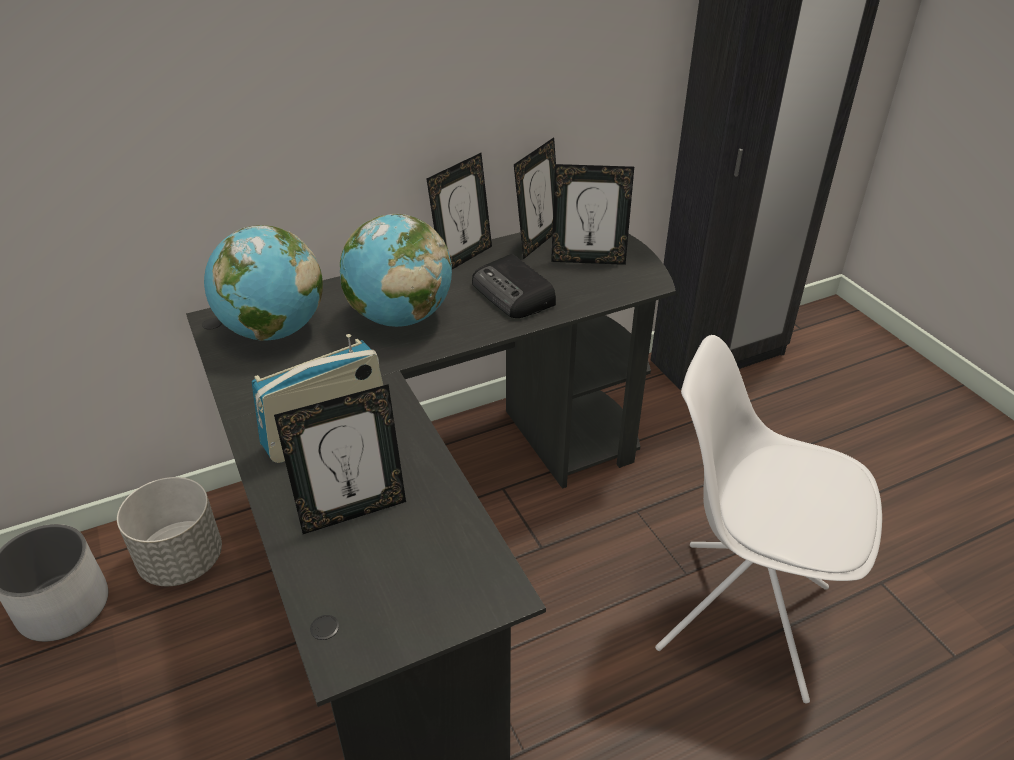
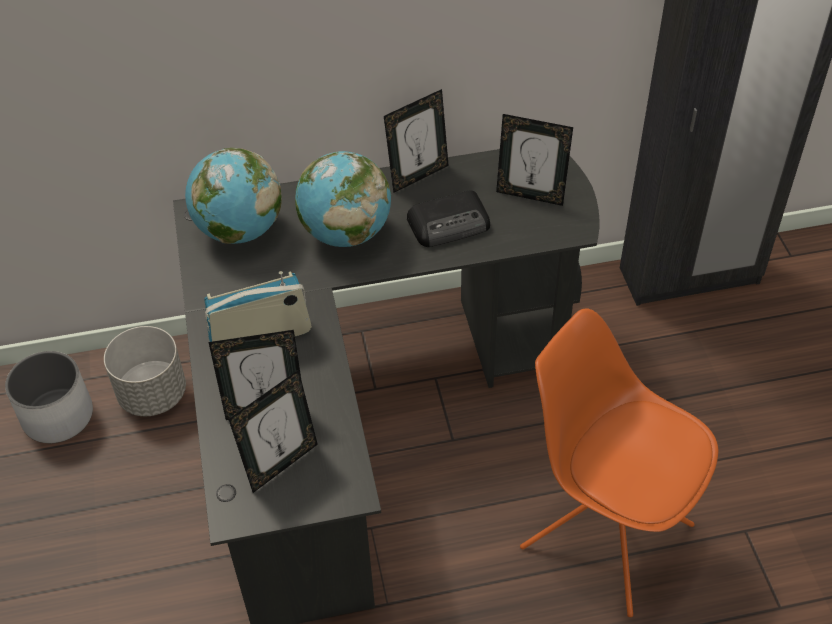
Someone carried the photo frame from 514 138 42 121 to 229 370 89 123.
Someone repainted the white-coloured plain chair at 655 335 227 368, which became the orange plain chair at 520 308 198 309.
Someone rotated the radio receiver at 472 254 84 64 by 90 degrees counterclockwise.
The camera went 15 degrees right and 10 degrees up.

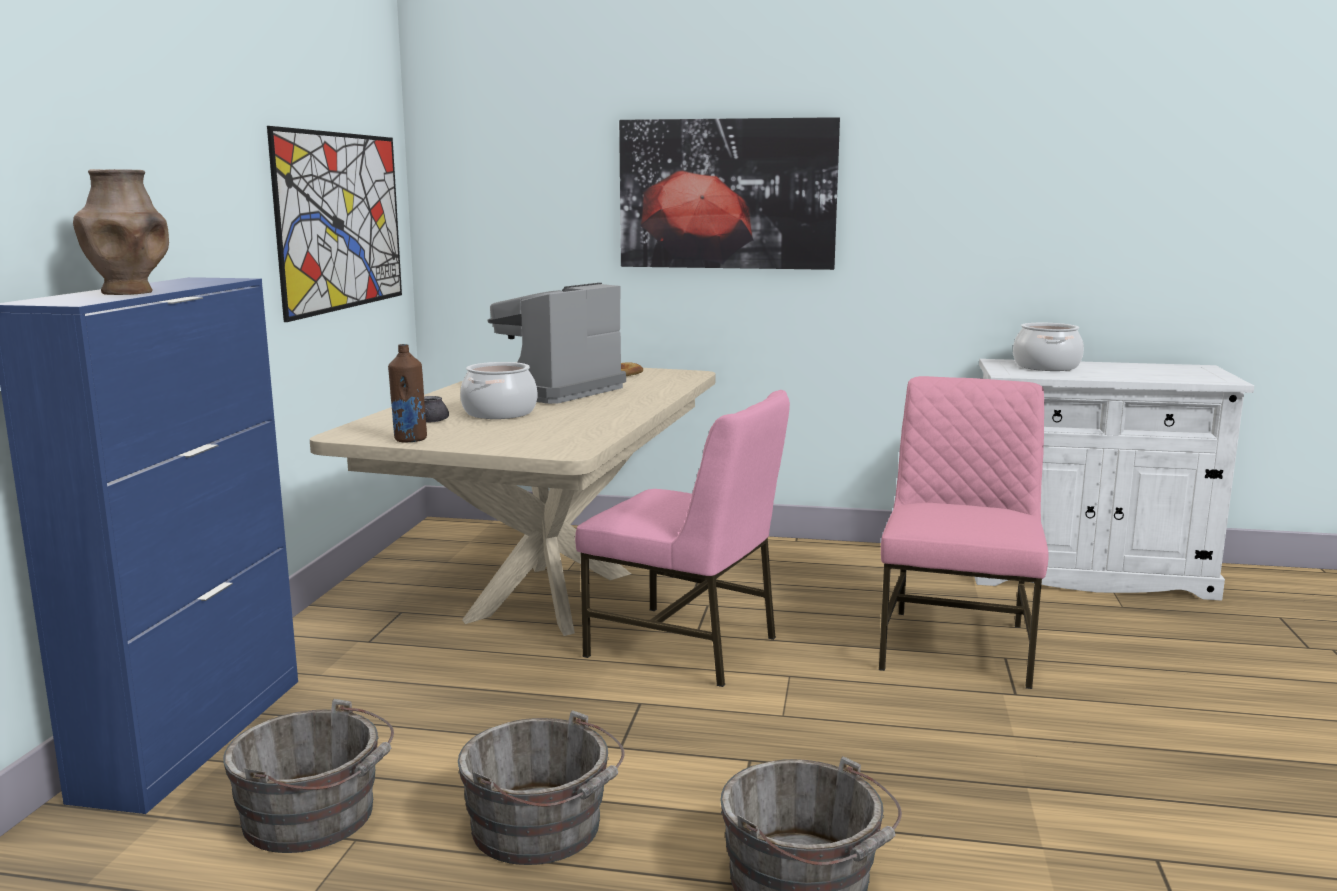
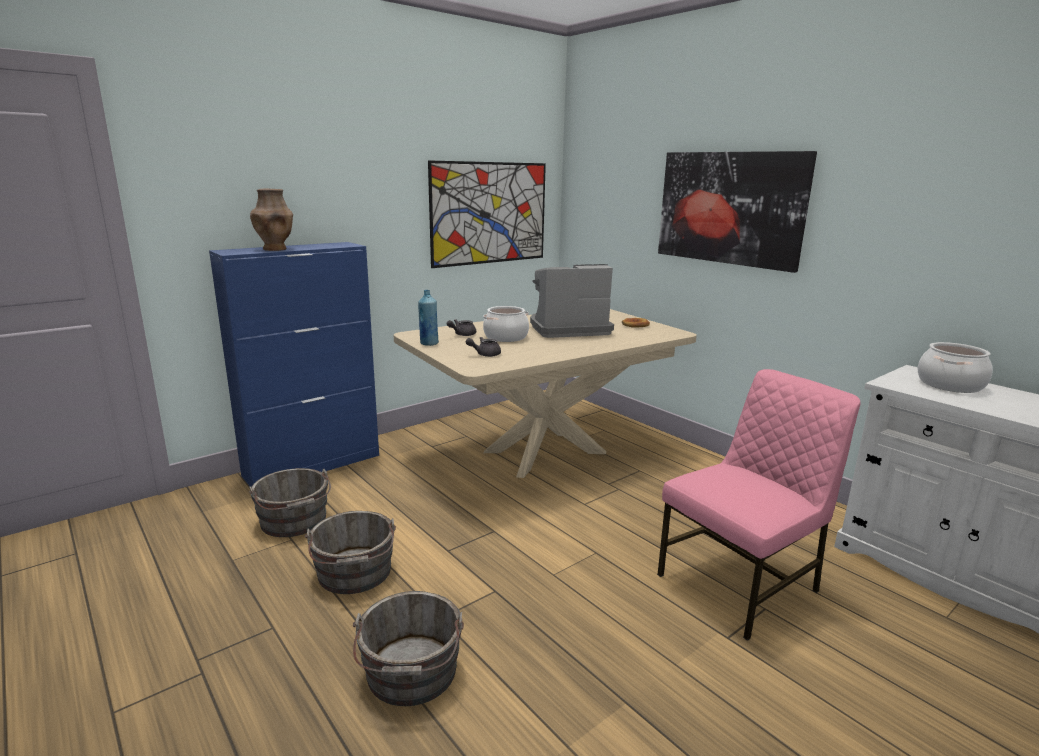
Someone took away the pink plain chair at 575 390 215 297.
Someone put down the gray pot for tea at 466 337 35 20.
Someone repainted the brown drink bottle at 388 344 39 99, which became the blue-coloured drink bottle at 418 290 21 56.
The camera went 40 degrees right and 5 degrees up.

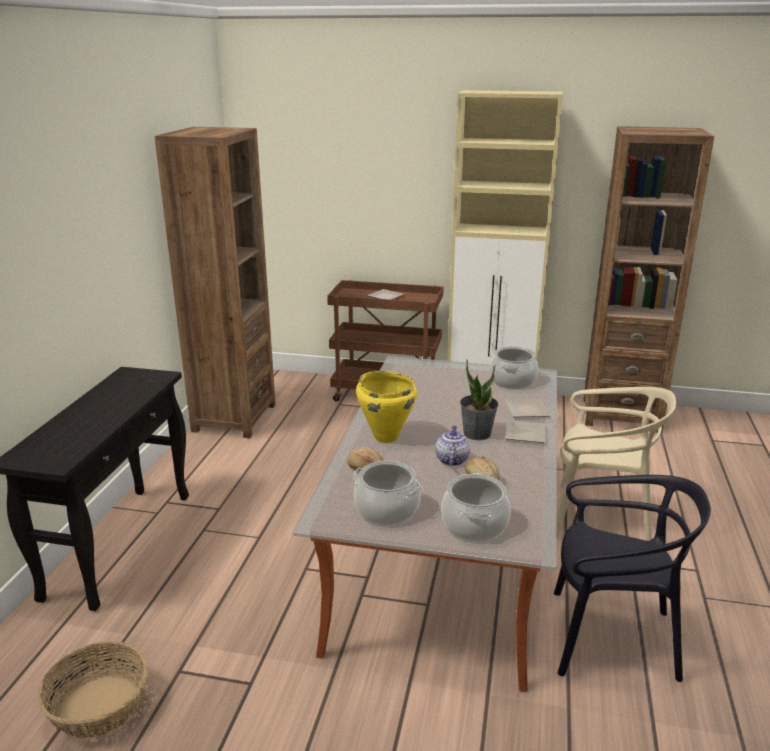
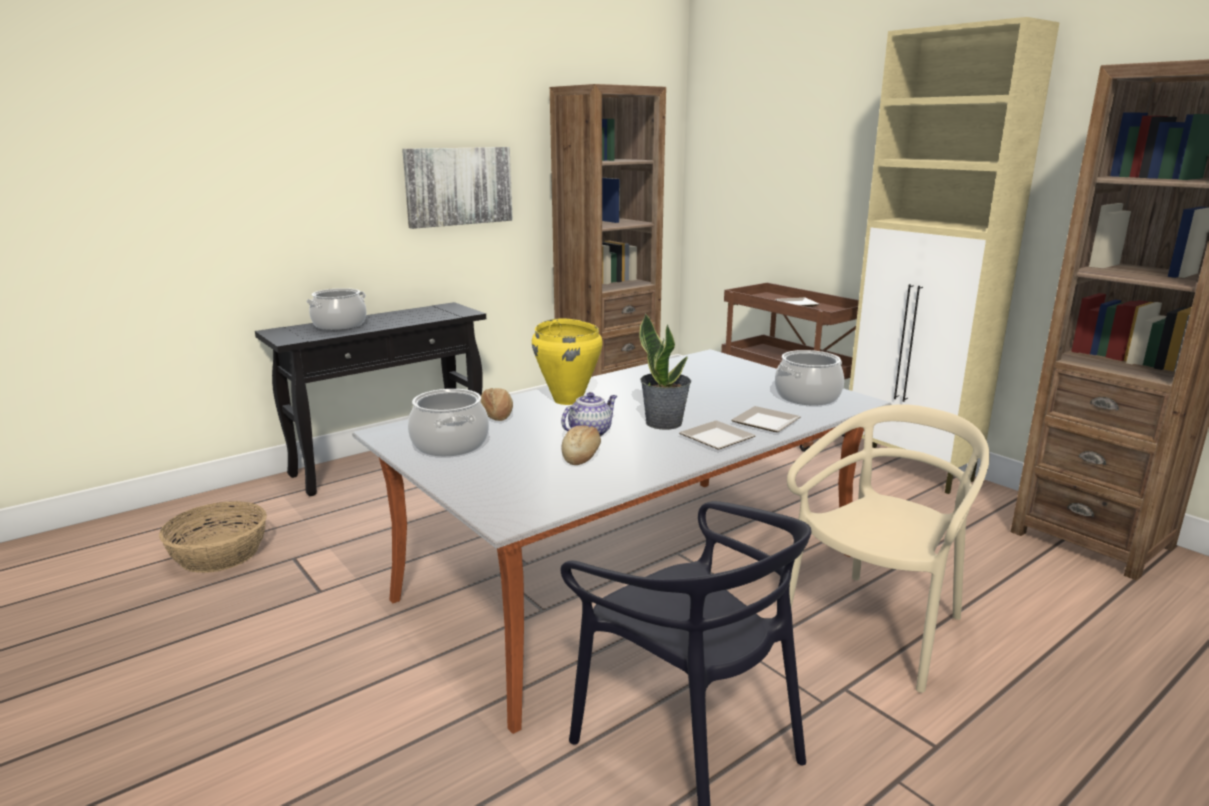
Someone put up the picture at 402 147 111 82.
Someone carried the cooking pot from 441 473 70 68 to 306 288 60 42.
Someone rotated the beige-coloured plain chair at 557 387 119 154 by 105 degrees counterclockwise.
The camera went 40 degrees right and 5 degrees down.

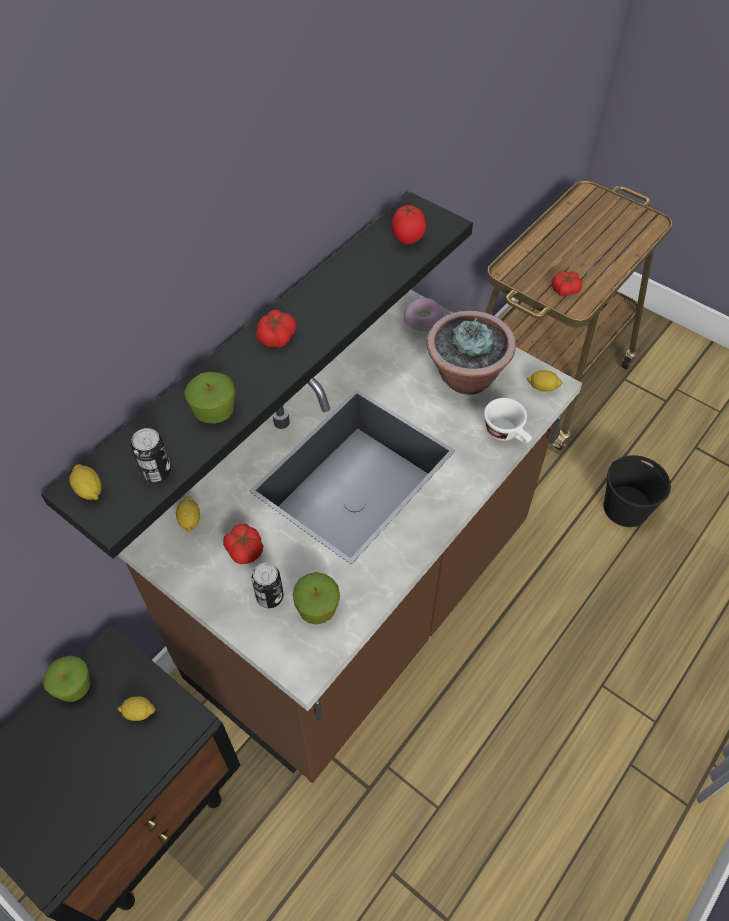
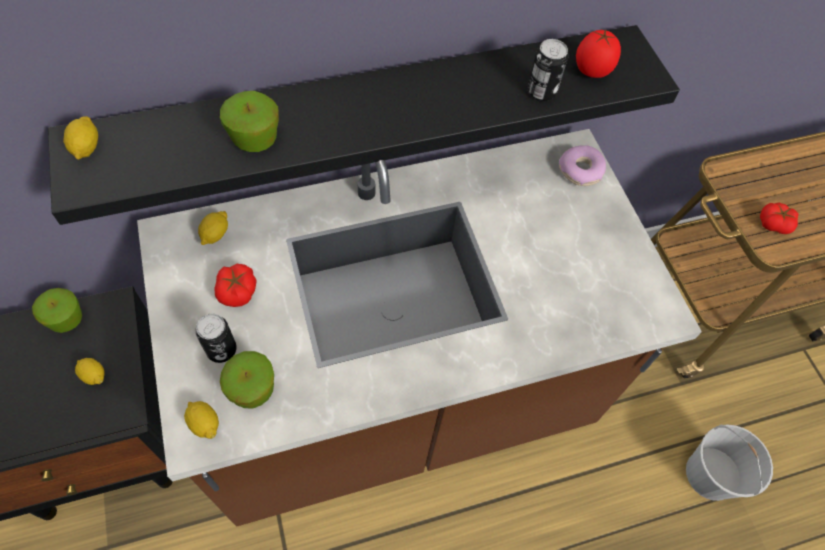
Someone took away the tomato at 256 309 41 39.
Someone took away the houseplant at 427 311 89 84.
Someone took away the white-coloured small cup at 484 398 48 45.
Someone carried the metal can from 131 428 40 54 to 527 39 41 62.
Someone carried the whole lemon from 527 370 36 22 to 184 401 35 38.
Someone repainted the blackish bucket at 604 455 67 72, which became the white-coloured bucket at 686 424 87 77.
The camera went 30 degrees right and 5 degrees up.

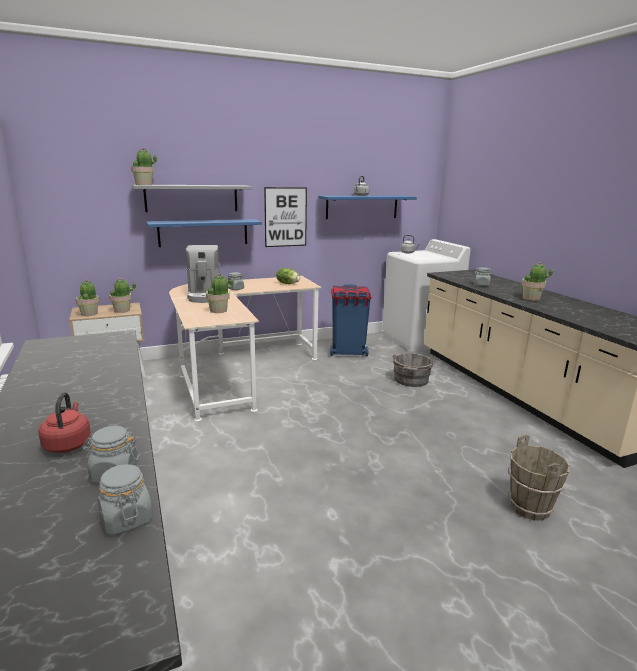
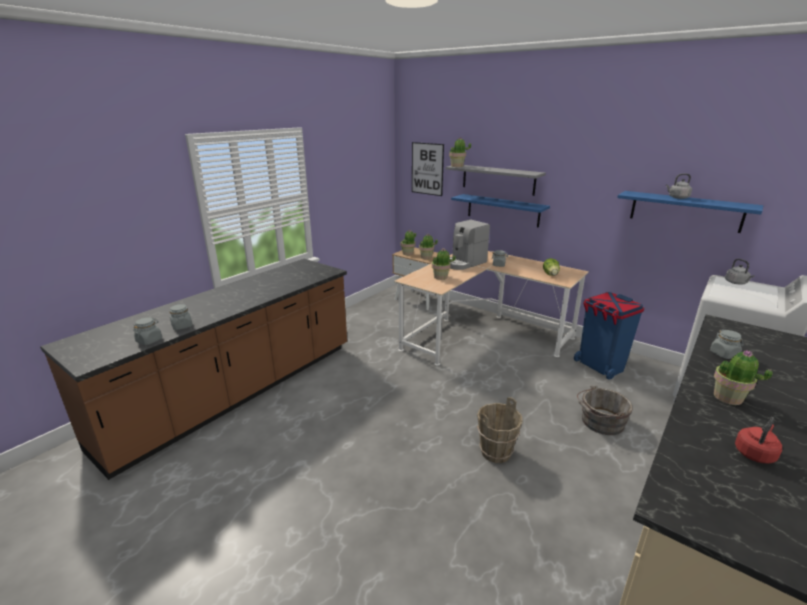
Someone carried the red tea kettle from 38 392 53 61 to 735 417 47 46.
Someone carried the picture from 264 187 43 60 to 412 142 32 54.
Someone carried the brown bucket from 509 434 61 86 to 477 397 46 66.
The camera went 60 degrees right and 5 degrees up.

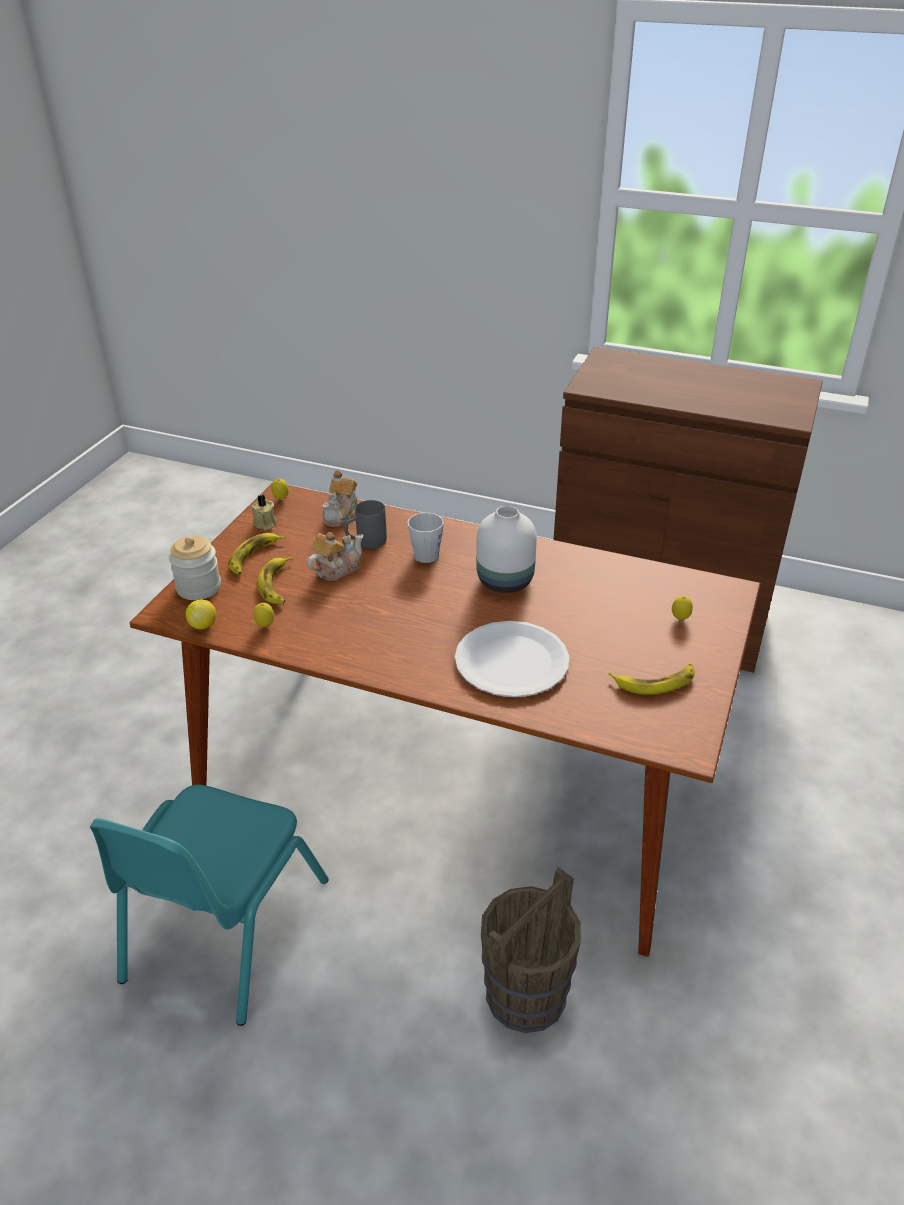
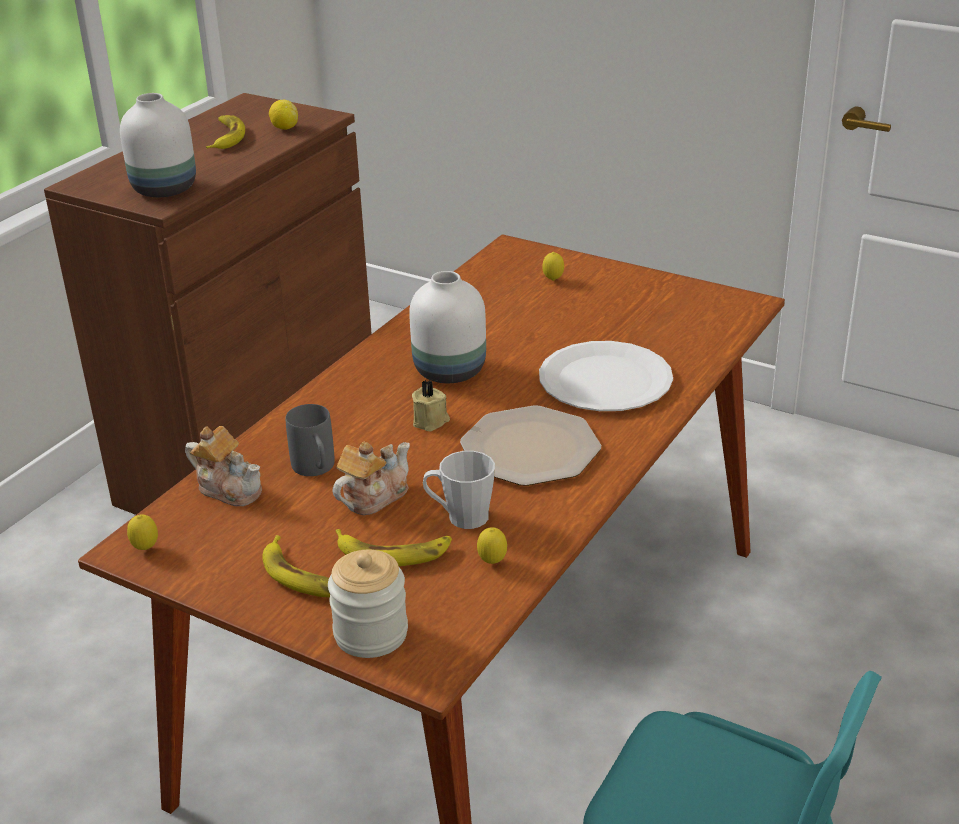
Someone took away the brown bucket at 481 867 100 166.
Someone put down the white-coloured decorative vase at 120 93 76 104.
Someone put down the dinner plate at 460 405 141 81.
Someone carried the whole lemon from 186 599 30 31 to 269 100 29 30.
Someone carried the beige-coloured candle from 252 495 25 35 to 412 380 38 51.
Someone carried the gray tea mug from 408 513 36 50 to 423 451 72 78.
Someone carried the banana fruit from 608 663 87 32 to 206 115 39 34.
Someone rotated the pot for tea at 307 532 56 49 by 75 degrees clockwise.
The camera went 80 degrees left and 5 degrees down.

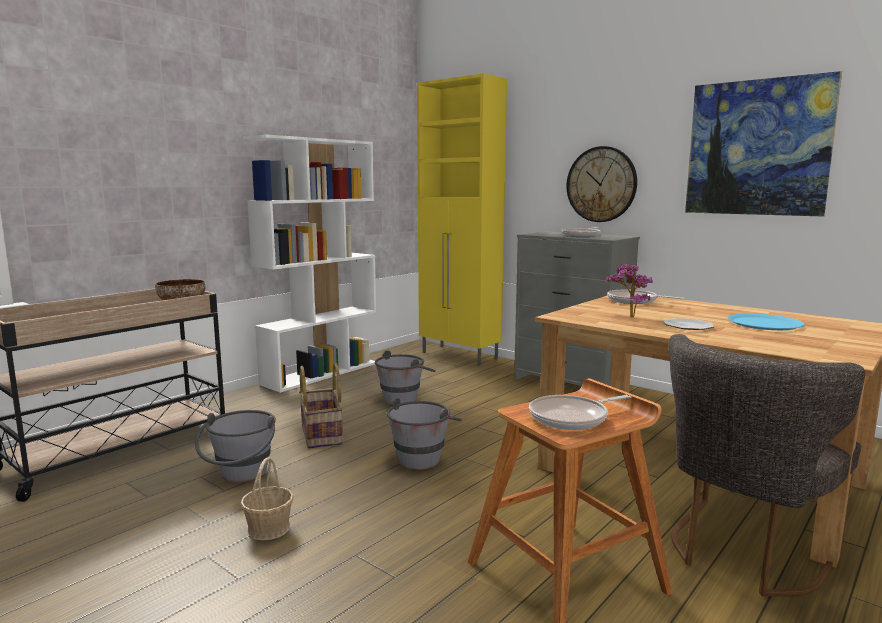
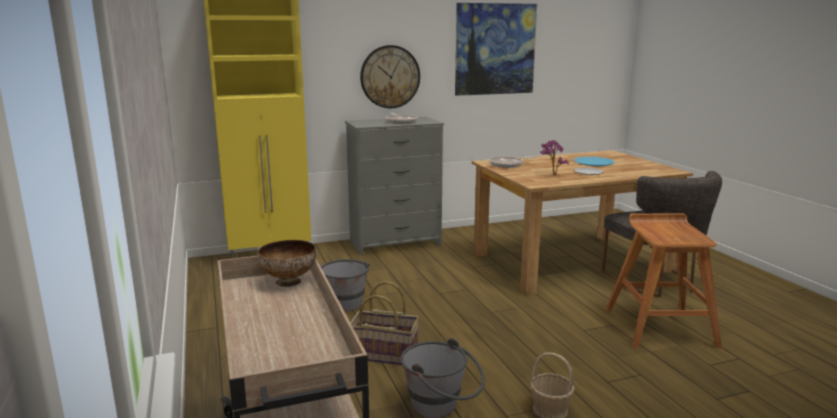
Someone took away the white-coloured bookshelf at 243 135 133 258.
Someone took away the gray bucket at 387 398 75 72.
Someone took away the frying pan at 529 395 103 35.
The camera went 60 degrees left and 5 degrees up.

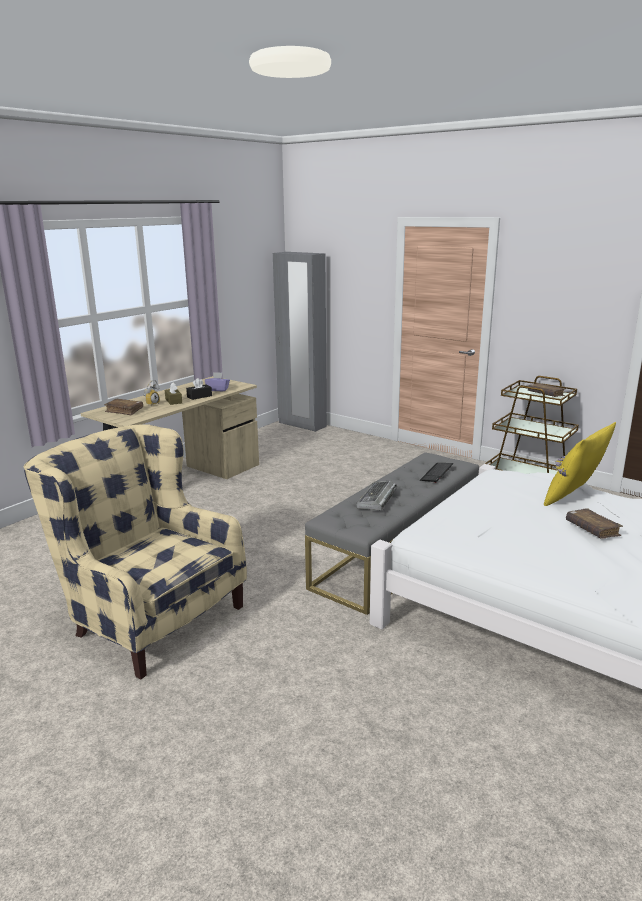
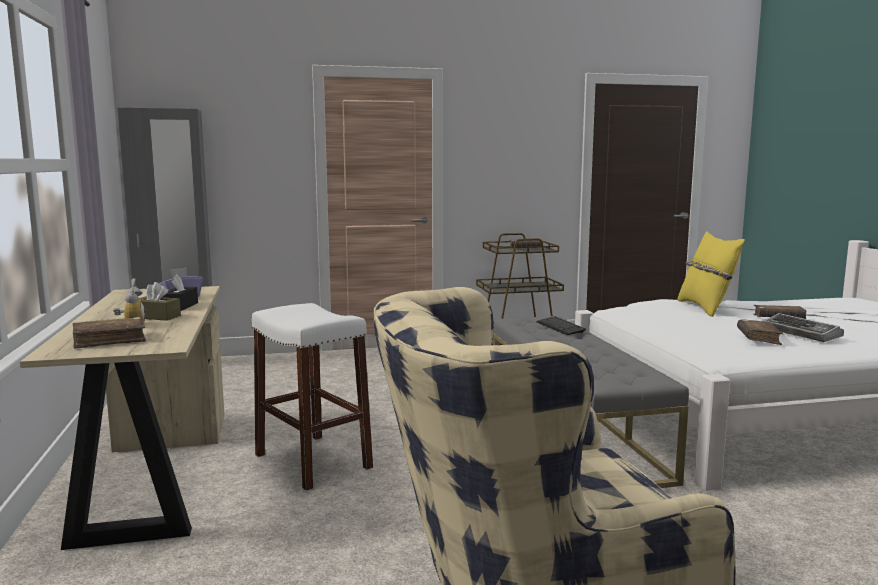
Someone put down the white-coloured sitting stool at 252 303 121 188.
Someone put down the brown bound book at 737 320 47 25.
Someone carried the PC keyboard from 356 481 41 29 to 764 313 80 29.
The camera went 50 degrees left and 10 degrees down.

